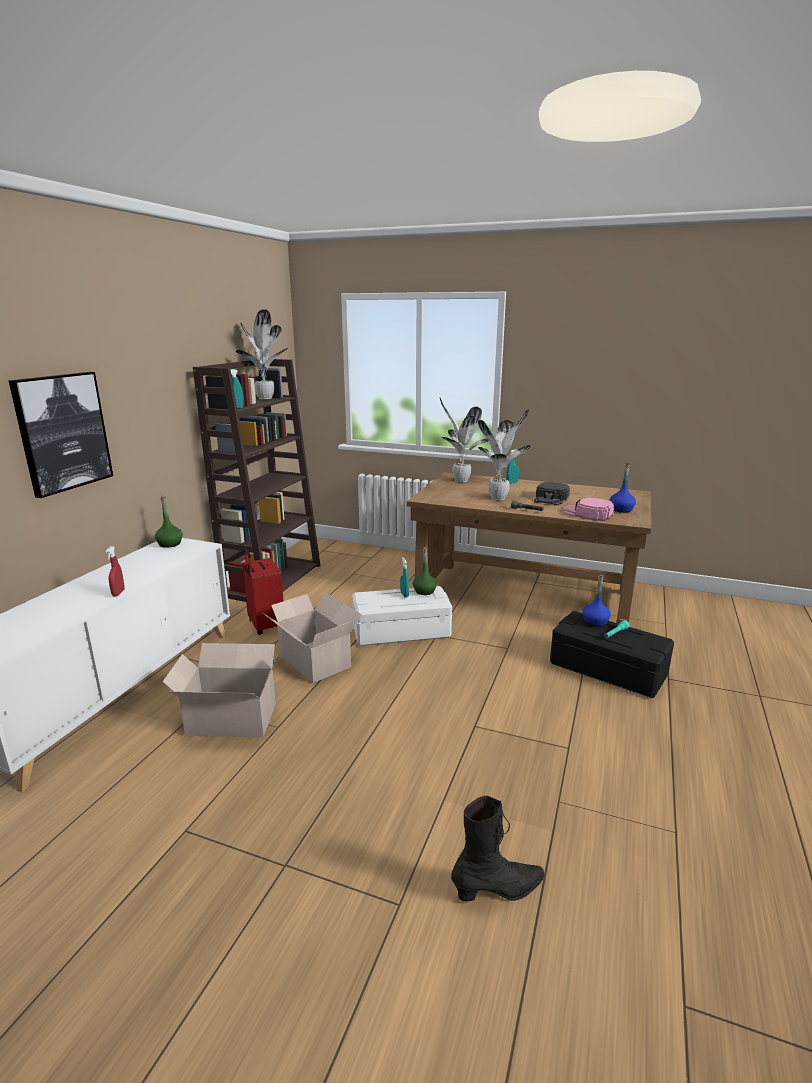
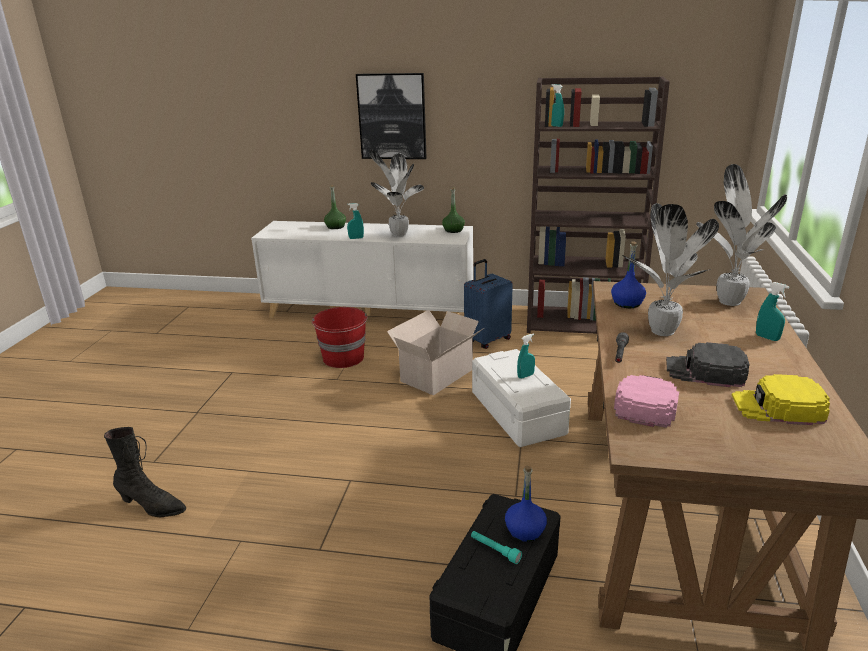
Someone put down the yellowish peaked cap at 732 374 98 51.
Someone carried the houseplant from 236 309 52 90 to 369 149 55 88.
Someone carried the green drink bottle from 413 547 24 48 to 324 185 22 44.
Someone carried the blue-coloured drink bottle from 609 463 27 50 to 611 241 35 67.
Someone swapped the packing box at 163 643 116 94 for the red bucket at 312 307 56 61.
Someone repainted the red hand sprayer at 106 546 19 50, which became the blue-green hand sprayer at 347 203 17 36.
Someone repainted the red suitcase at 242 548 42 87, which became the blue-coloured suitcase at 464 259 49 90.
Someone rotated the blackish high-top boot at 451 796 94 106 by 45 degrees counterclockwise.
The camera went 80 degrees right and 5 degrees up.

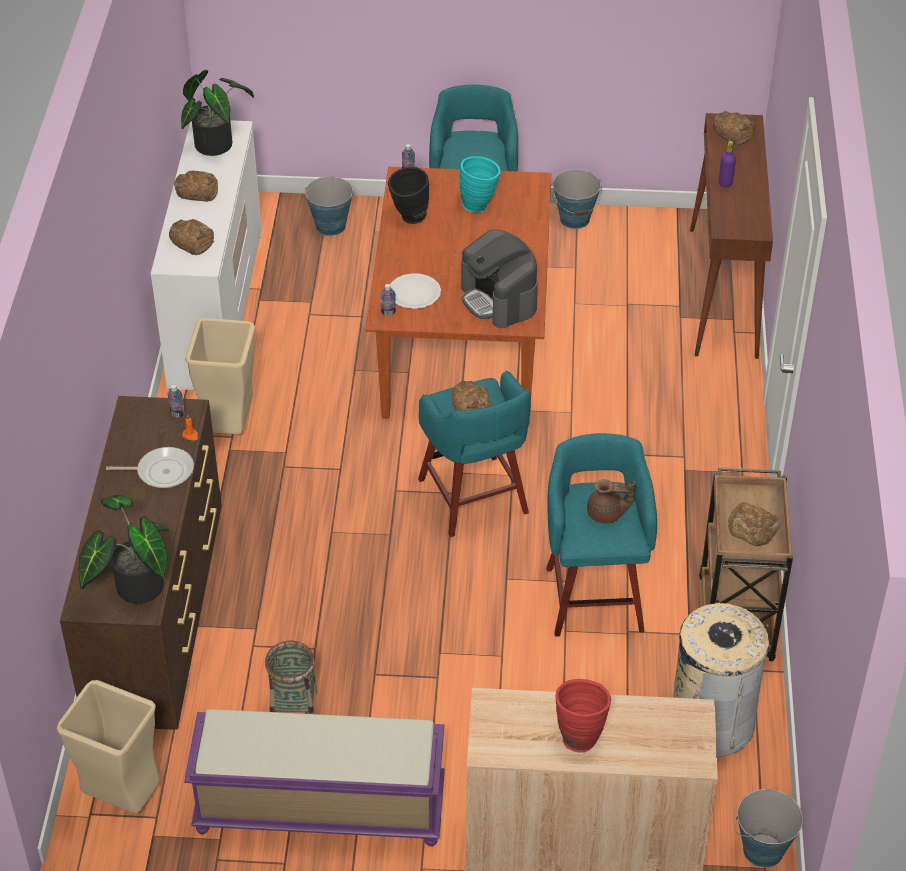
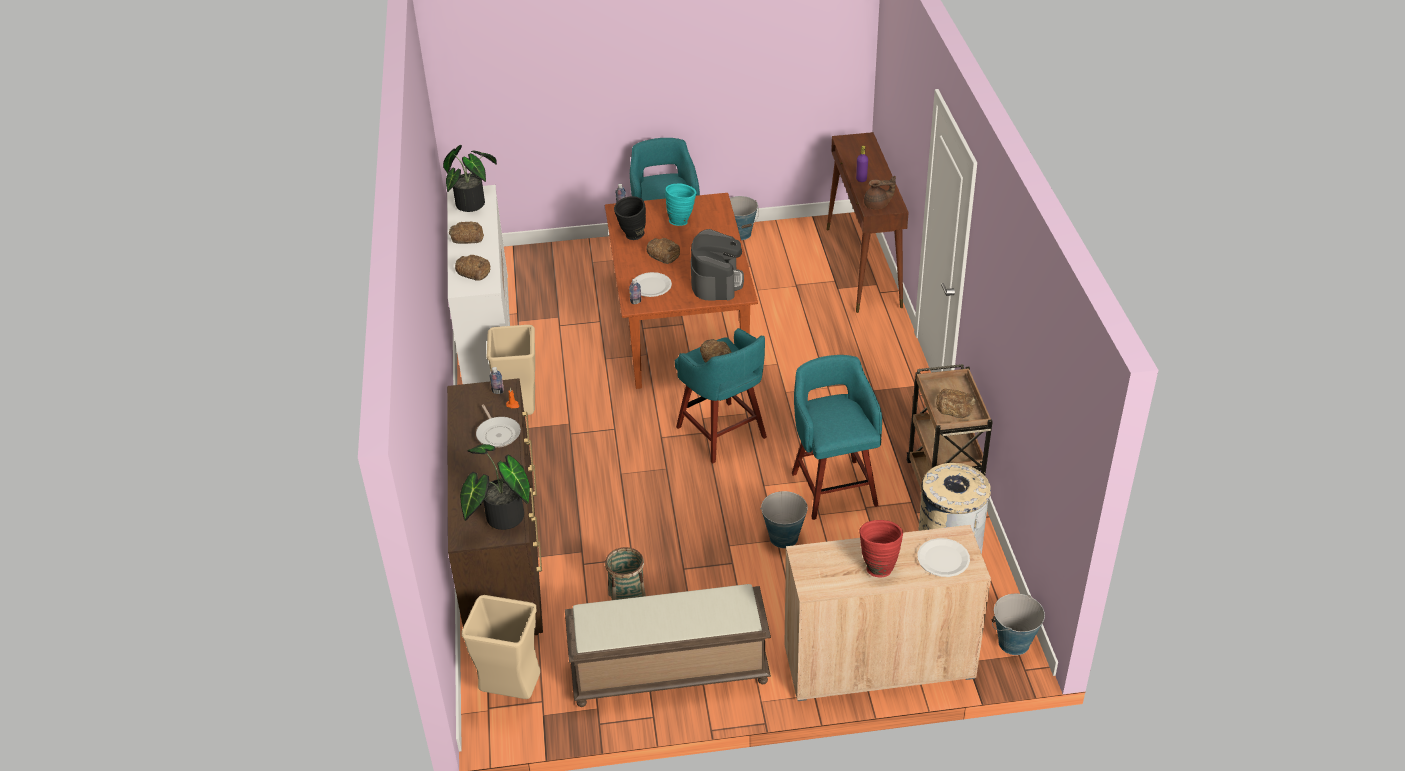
Someone put down the white-coloured dinner plate at 917 538 53 39.
Someone carried the bucket from 305 176 49 60 to 760 491 48 57.
Someone carried the brown pot for tea from 587 479 48 45 to 864 176 32 33.
Someone carried the bakery bread from 713 111 42 35 to 647 238 33 26.
Someone repainted the purplish long seat at 184 709 261 137, which became the brown long seat at 565 584 206 123.
Someone rotated the frying pan at 106 447 88 41 by 75 degrees clockwise.
Someone rotated the coffee machine at 461 230 77 98 by 135 degrees counterclockwise.
The camera went 10 degrees left and 5 degrees down.

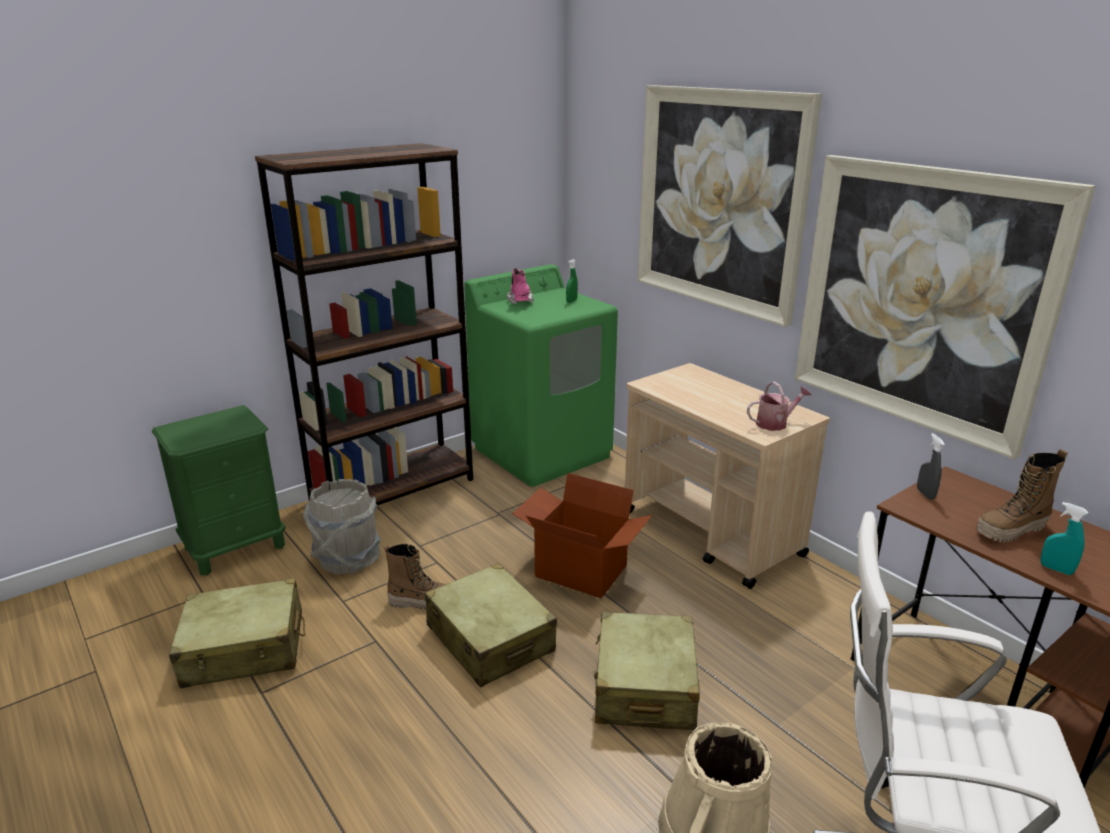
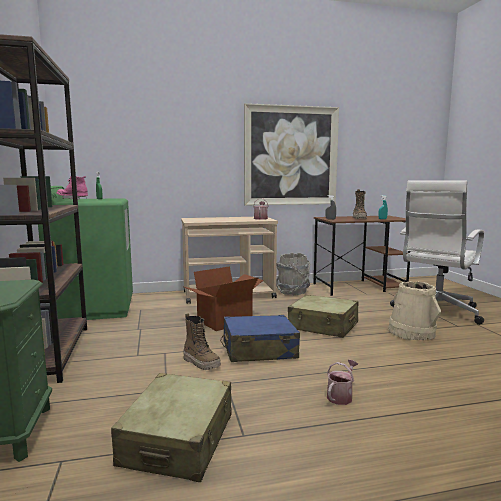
Someone took away the picture at 637 85 185 242.
Someone put down the sprinkling can at 327 360 31 45.
Someone carried the gray bucket from 303 479 78 95 to 276 253 34 43.
Someone repainted the beige-coloured suitcase at 425 563 132 125, which became the blue-coloured suitcase at 220 315 80 47.
Someone rotated the high-top boot at 384 544 62 66 by 105 degrees clockwise.
The camera went 65 degrees left and 15 degrees down.

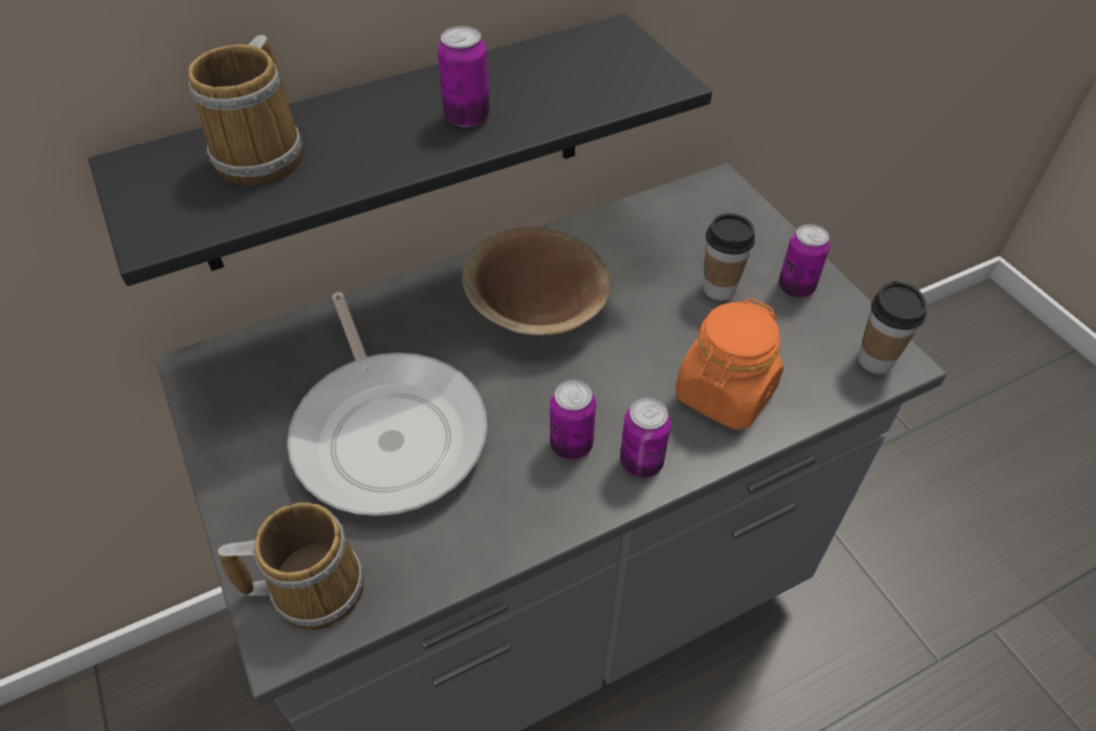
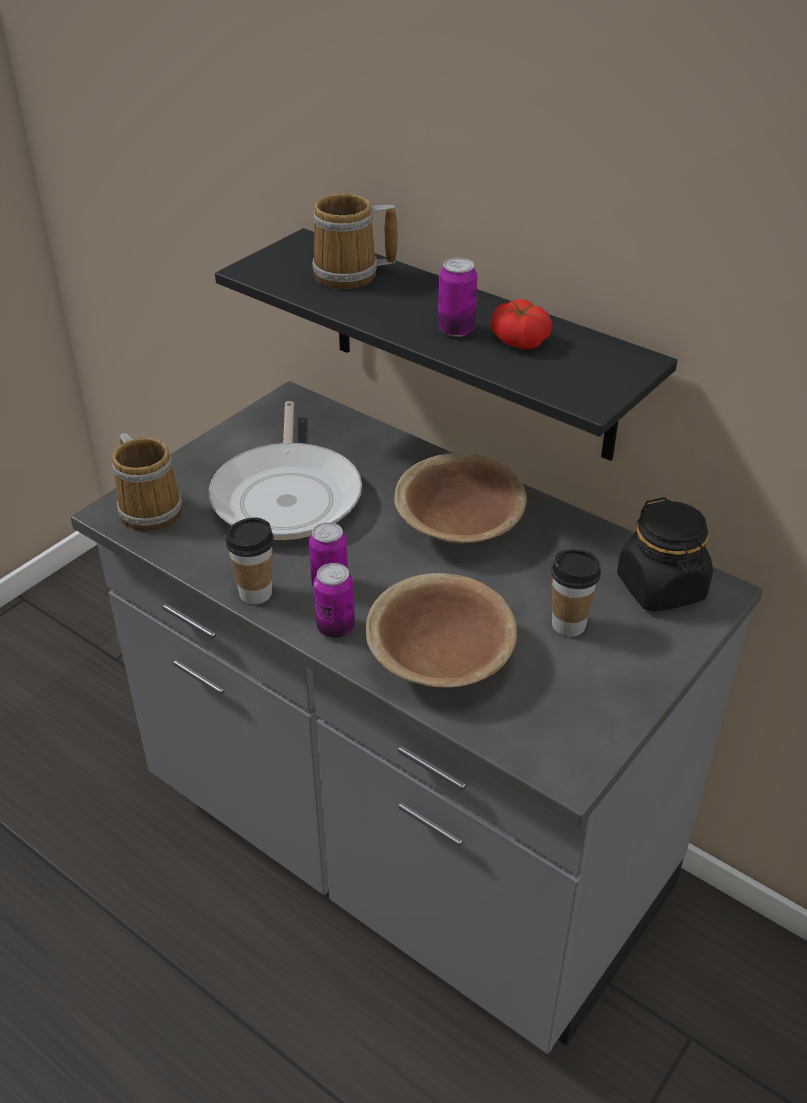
Someone took away the metal can at 779 224 51 74.
Someone put down the tomato at 491 299 61 51.
Someone put down the blackish storage jar at 617 497 96 115.
Someone carried the small cup from 858 281 69 93 to 226 517 48 87.
Someone swapped the orange storage jar at 676 298 108 132 for the brown serving bowl at 366 573 151 115.
Someone rotated the frying pan at 287 292 200 224 by 45 degrees counterclockwise.
The camera went 65 degrees right and 10 degrees down.

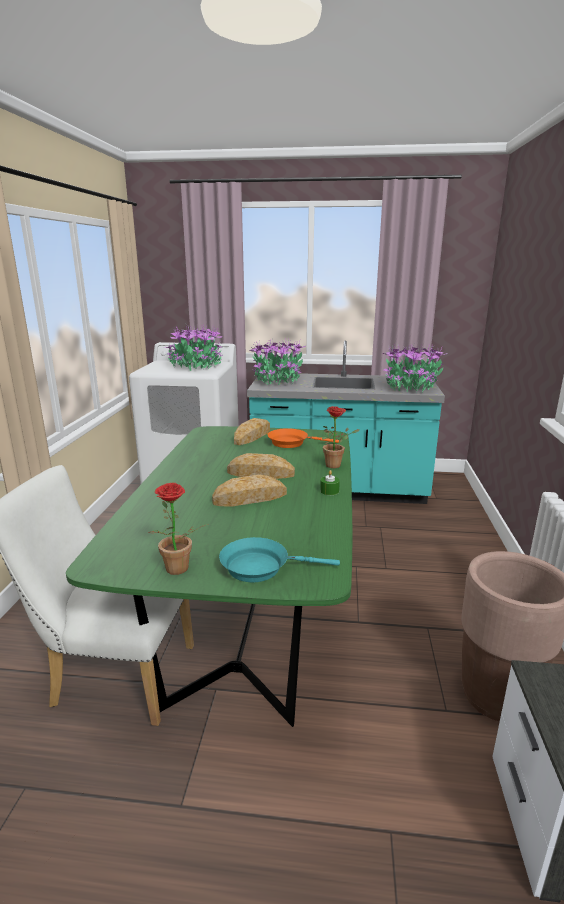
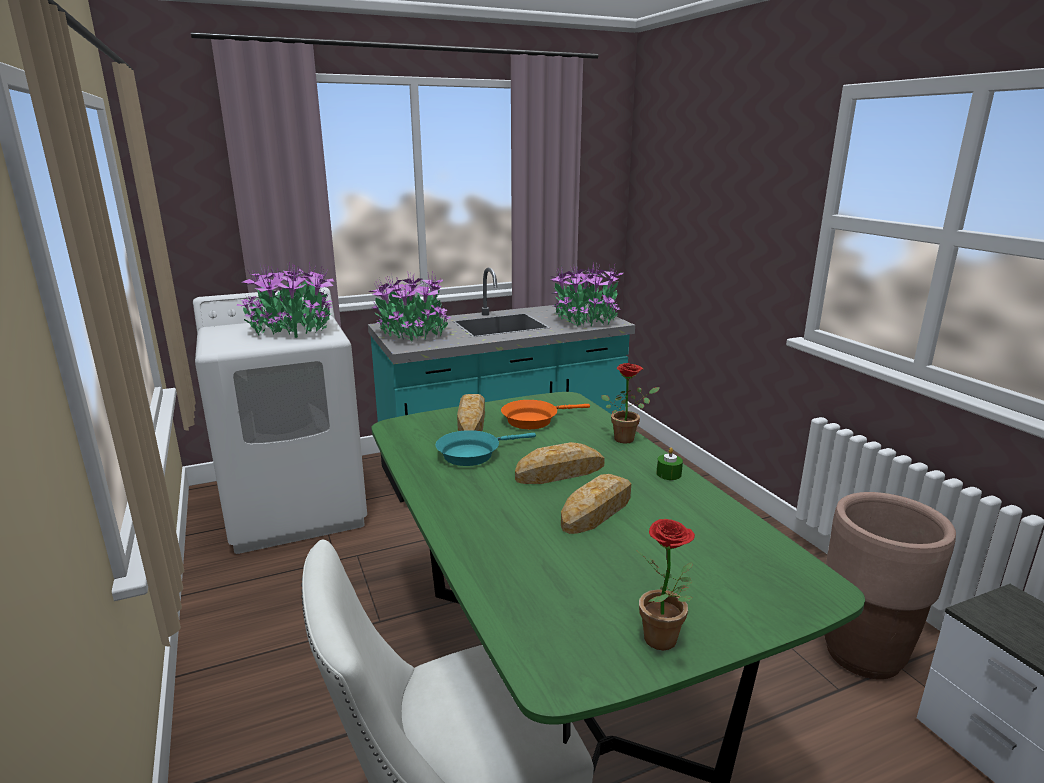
Someone carried the blue-green frying pan from 219 537 121 45 to 436 430 100 36.
The camera went 30 degrees left and 0 degrees up.

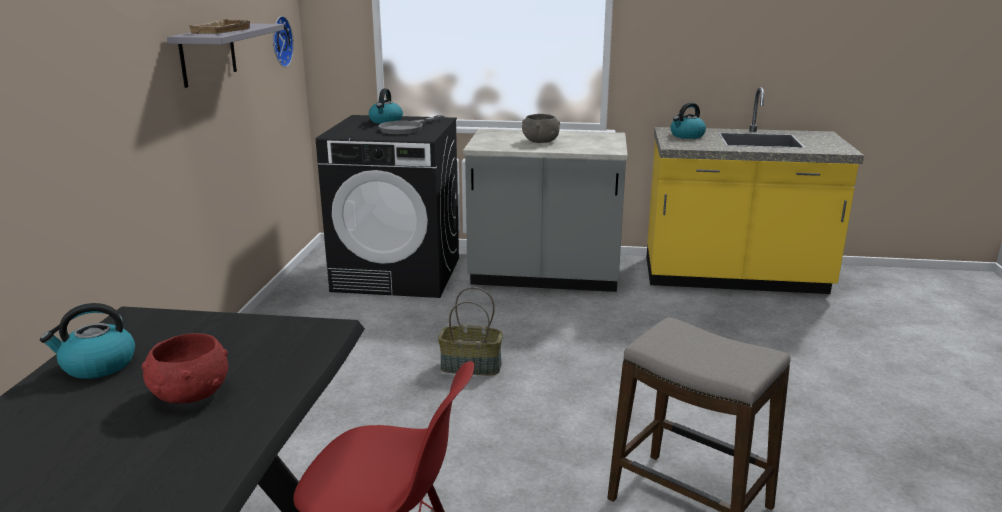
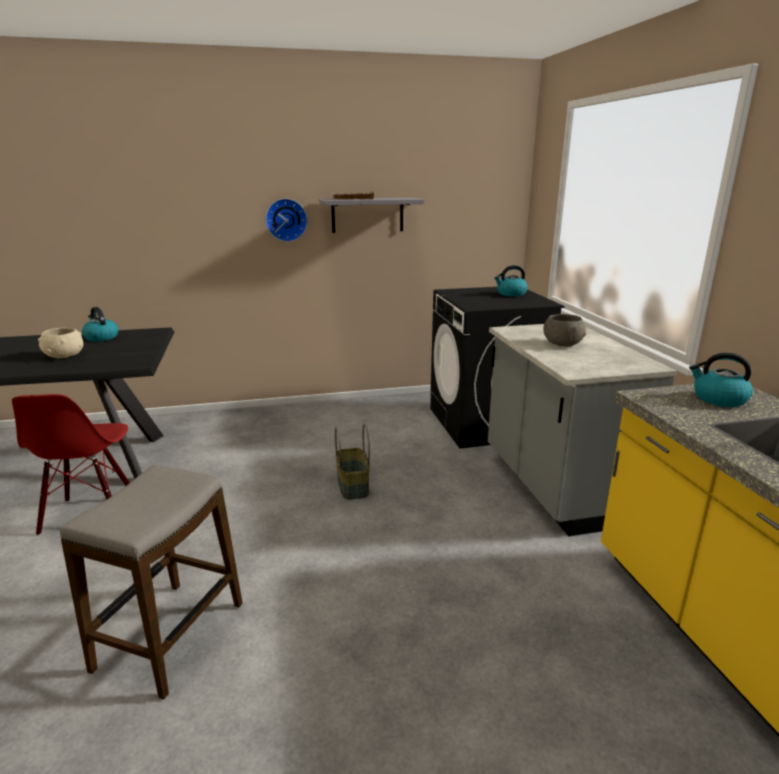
Someone took away the gray frying pan at 379 115 65 19.
Someone carried the wall clock from 273 16 21 51 to 265 198 43 44.
Someone repainted the red serving bowl at 142 333 86 70, which became the beige-coloured serving bowl at 38 328 45 30.
The camera went 70 degrees right and 0 degrees up.

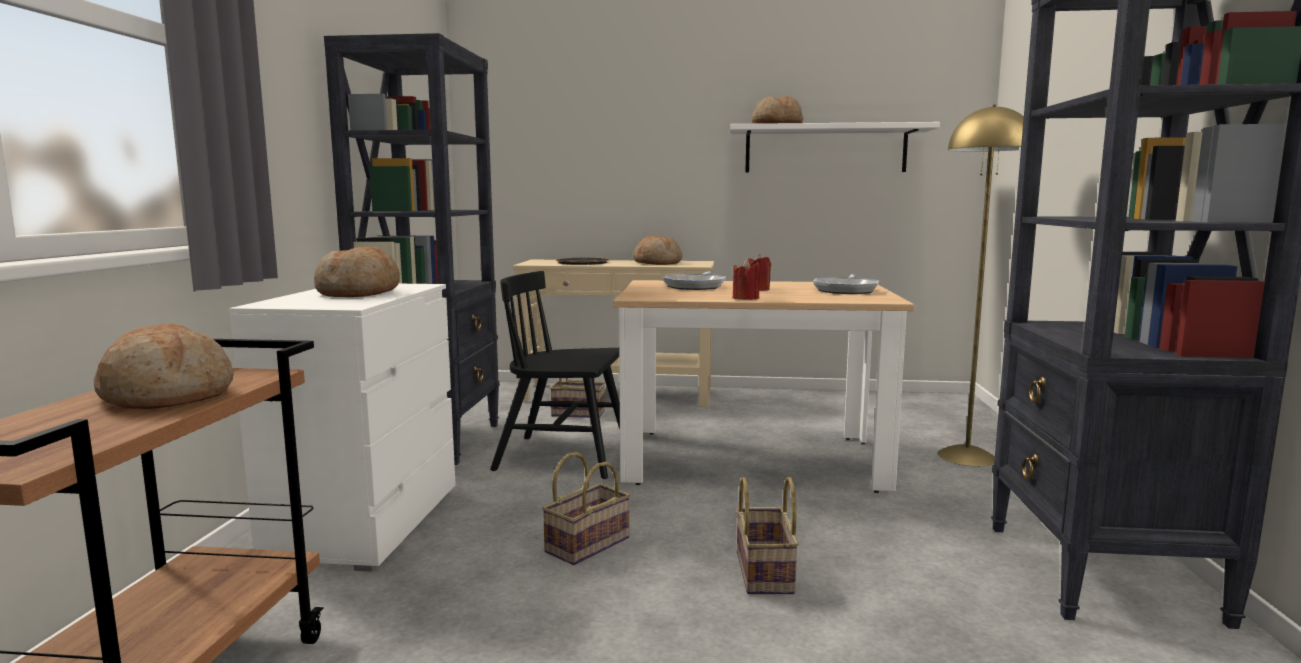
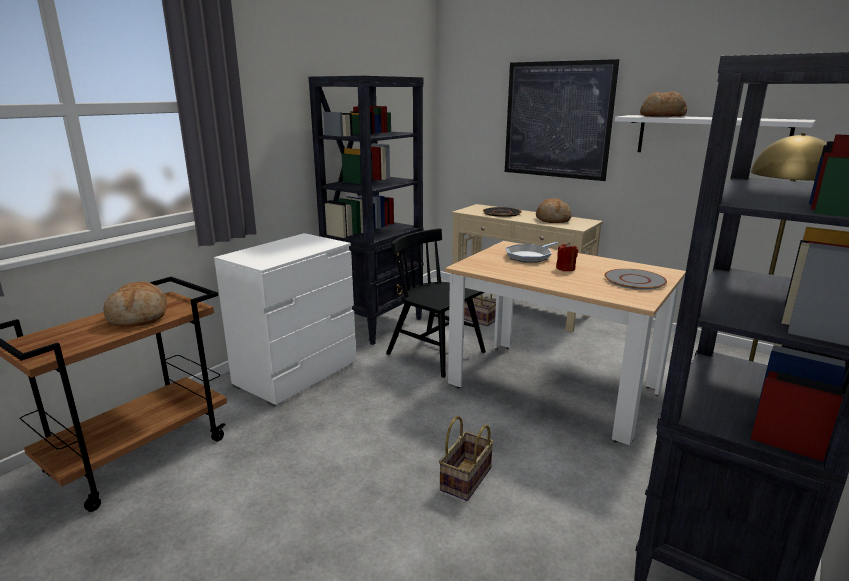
Someone took away the bakery bread at 314 247 86 50.
Someone took away the household basket at 542 452 89 113.
Someone took away the red candle at 733 259 27 41.
Someone put up the picture at 505 59 114 122.
Someone swapped the frying pan at 813 274 66 20 for the gray dinner plate at 604 269 63 21.
The camera went 30 degrees right and 10 degrees up.

